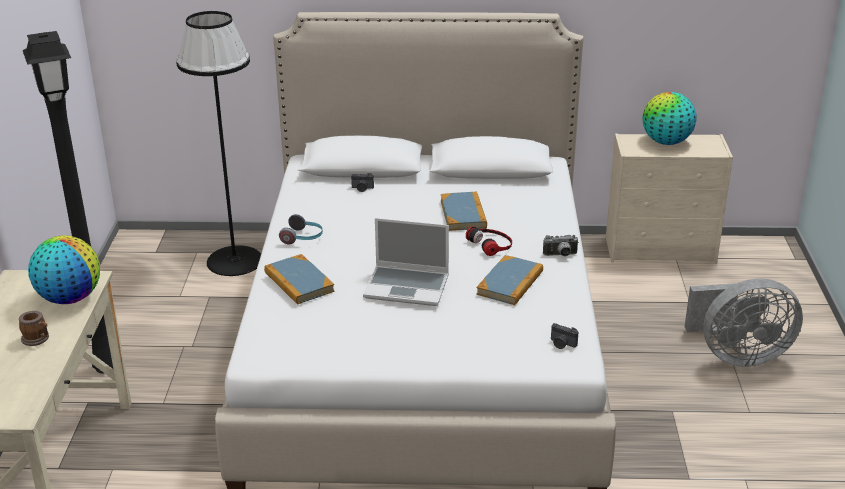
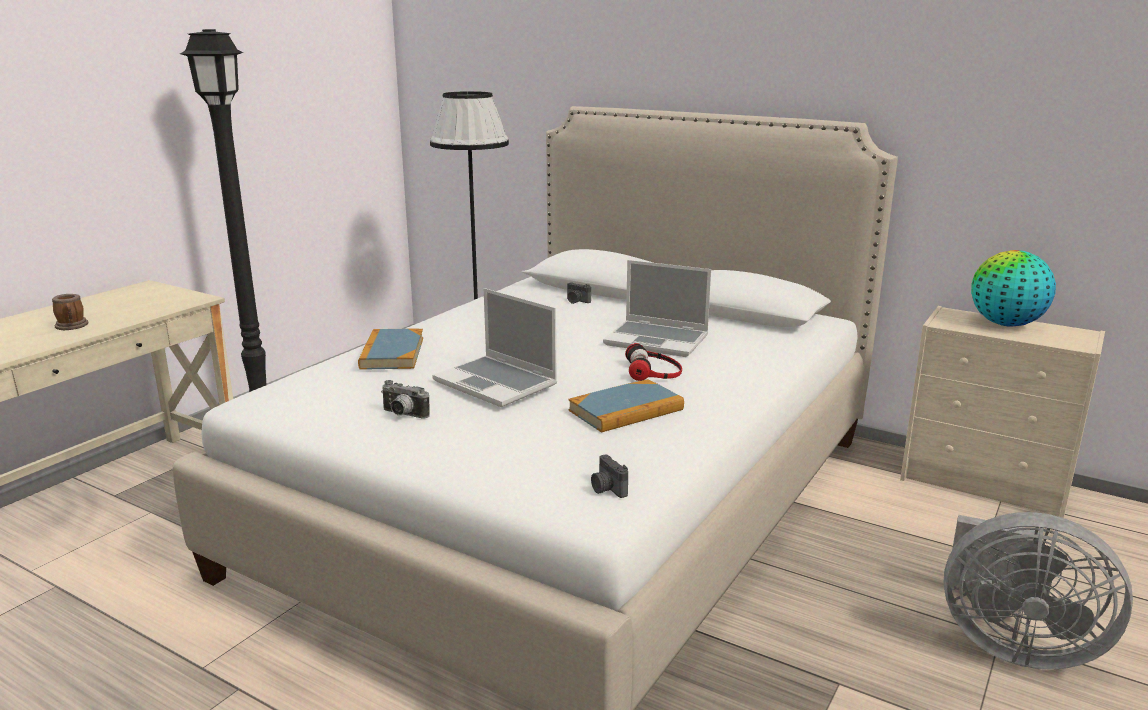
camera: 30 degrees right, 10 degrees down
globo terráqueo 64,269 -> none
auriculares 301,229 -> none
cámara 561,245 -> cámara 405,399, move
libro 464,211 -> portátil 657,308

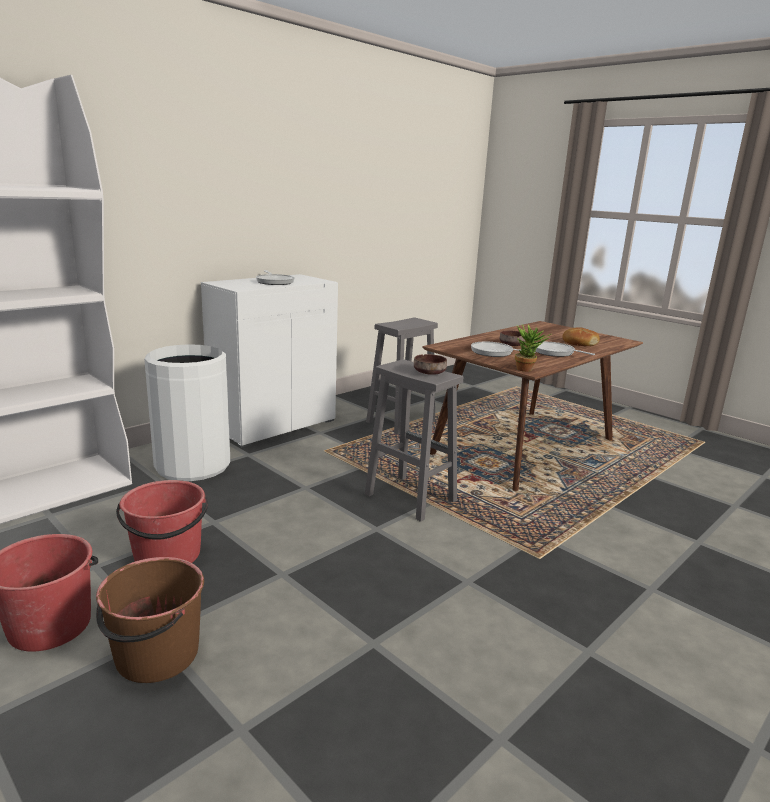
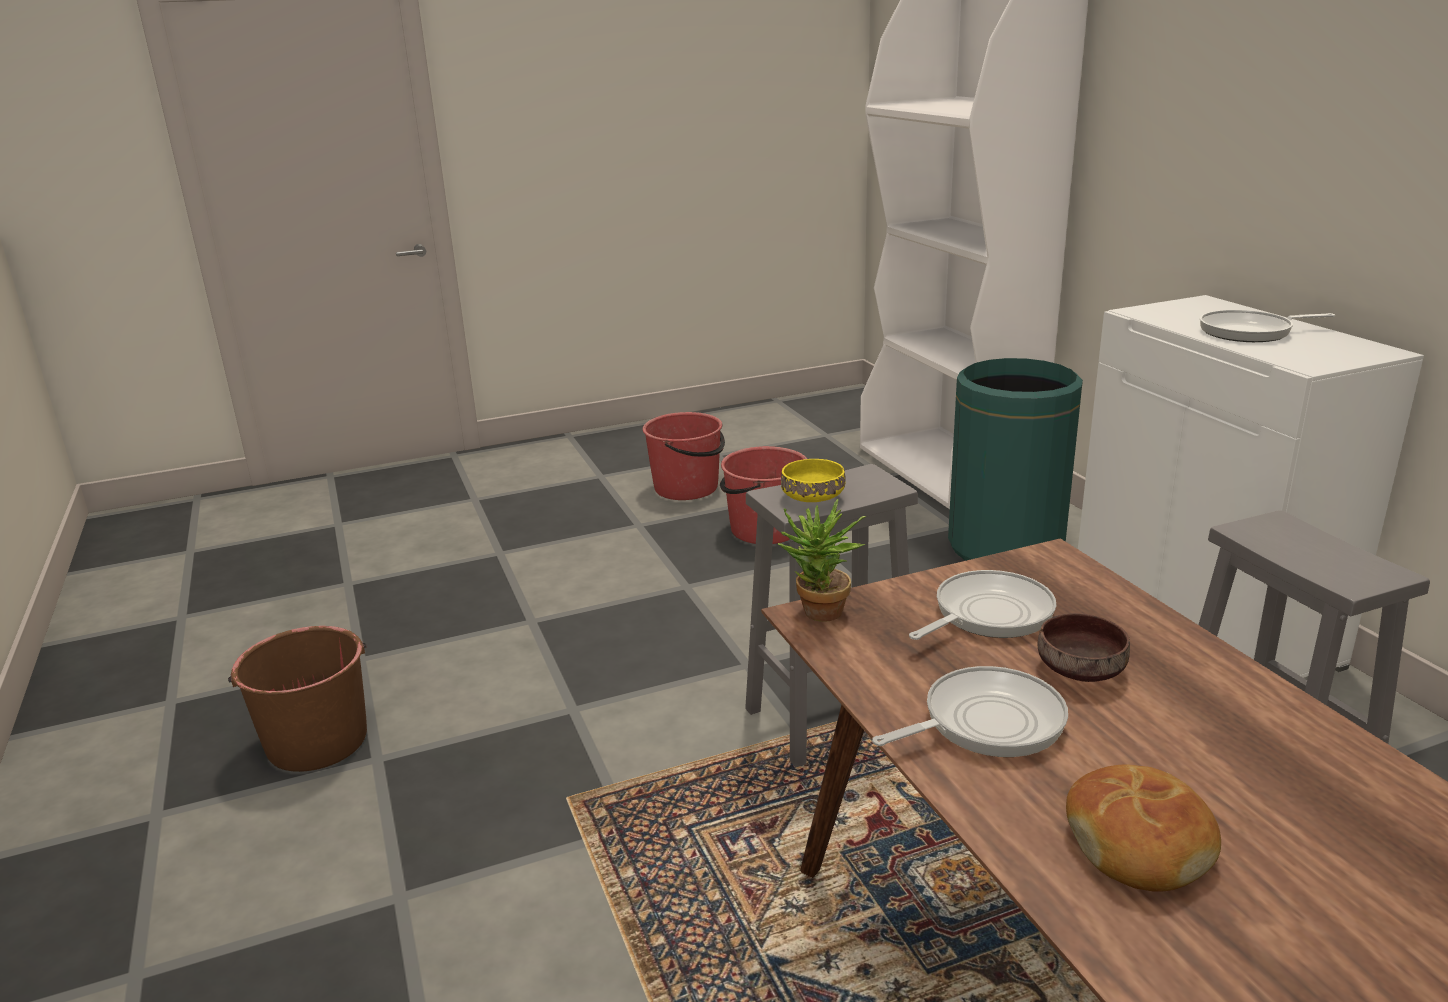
camera: 115 degrees right, 5 degrees up
cubo [marrón] 150,620 -> cubo [marrón] 297,699, move
papelera [blanco] 187,412 -> papelera [verde] 1015,459
cuenco [marrón] 430,364 -> cuenco [amarillo] 813,480

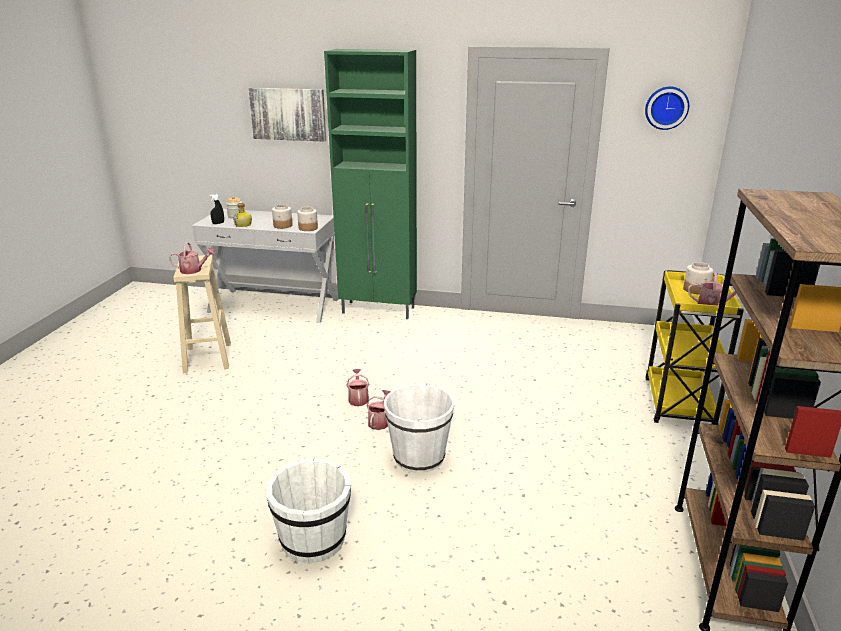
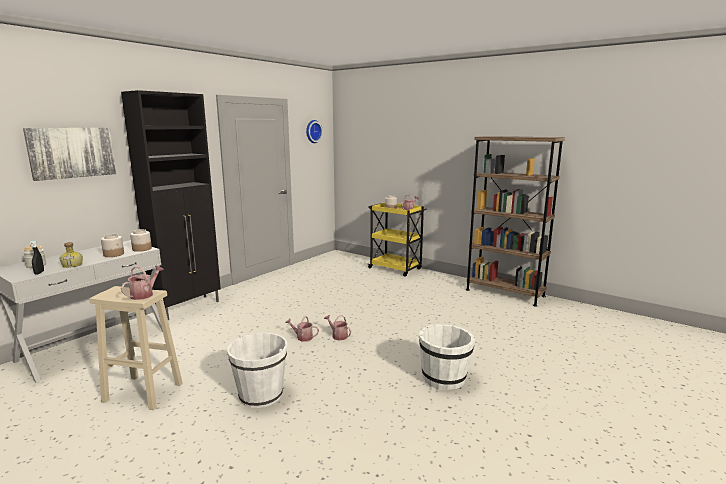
camera: 65 degrees left, 10 degrees down
cubo [blanco] 419,427 -> cubo [blanco] 257,370, move
armario [verde] 370,184 -> armario [negro] 171,205

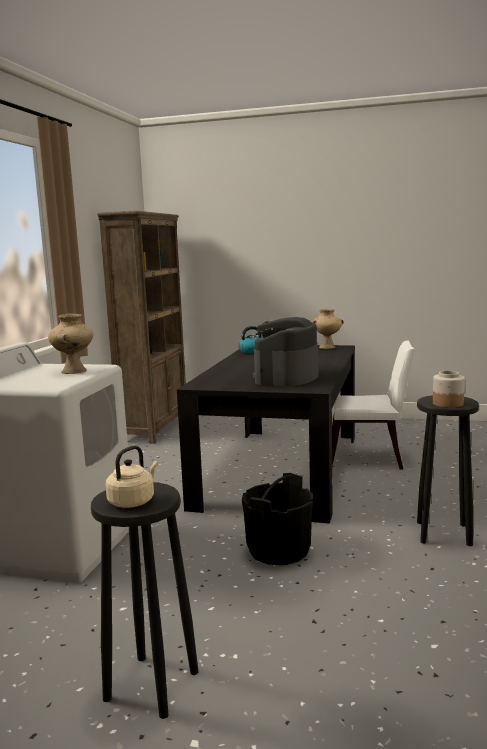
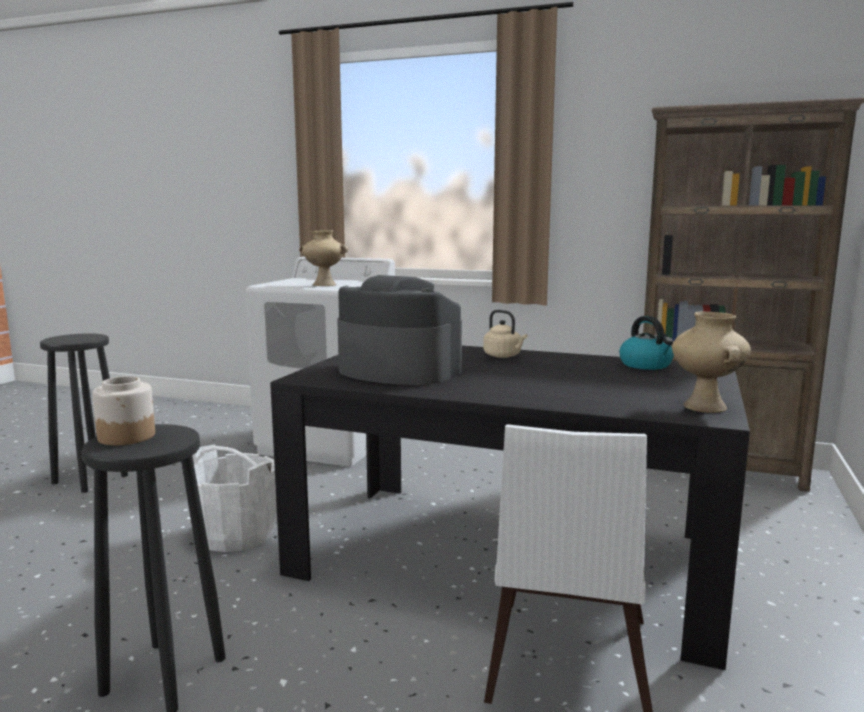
camera: 95 degrees right, 0 degrees up
hervidor [beis] 132,476 -> hervidor [beis] 505,334, move
cubo [negro] 277,519 -> cubo [blanco] 234,498

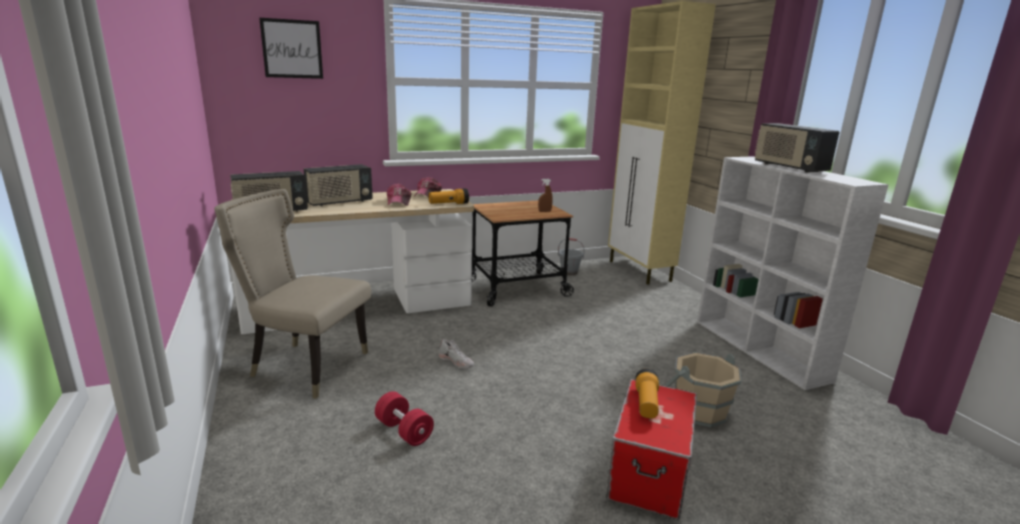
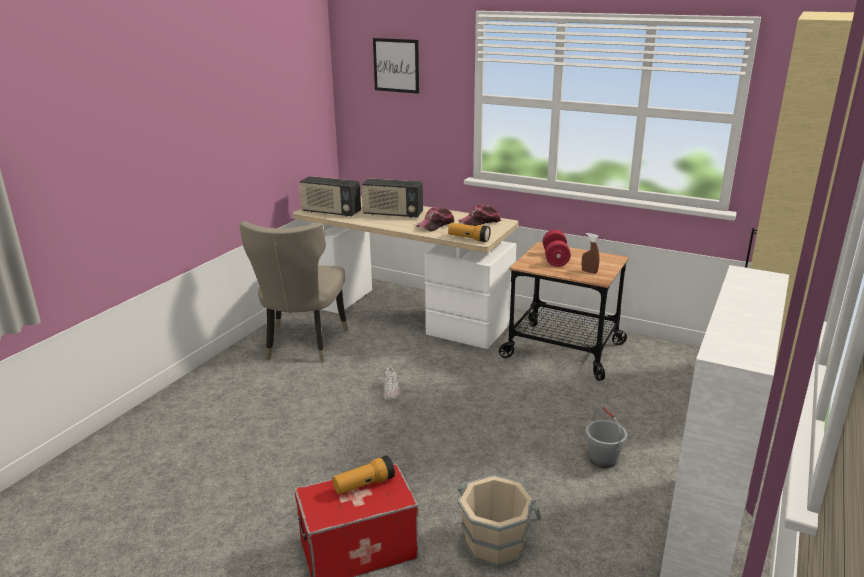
camera: 50 degrees right, 5 degrees up
radio 797,148 -> none
mancuerna [rojo] 404,418 -> mancuerna [rojo] 557,248, move
cubo [gris] 571,256 -> cubo [gris] 606,437, move
silla [beis] 292,294 -> silla [beis] 293,292, 150 degrees counterclockwise

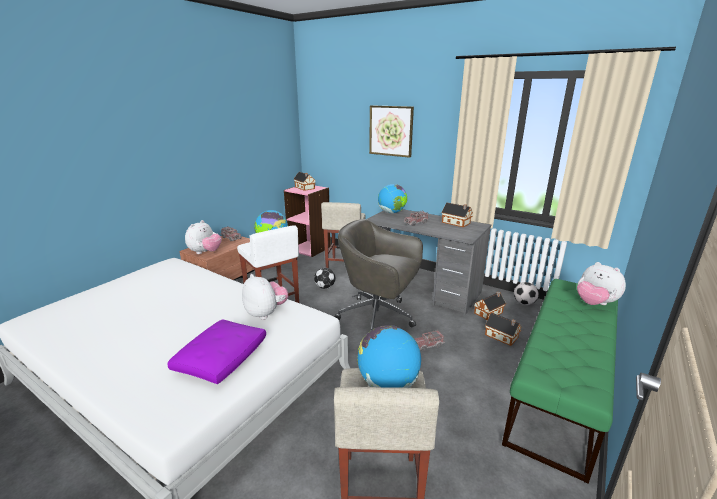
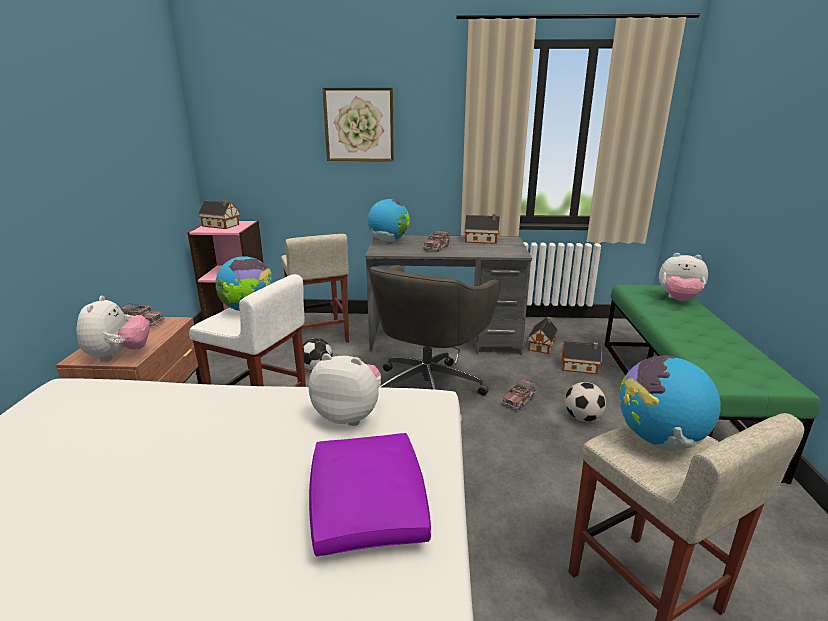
camera: 30 degrees left, 0 degrees up
balón de fútbol 526,293 -> balón de fútbol 585,402, move
silla de oficina [gris] 379,274 -> silla de oficina [gris] 434,330, 60 degrees counterclockwise

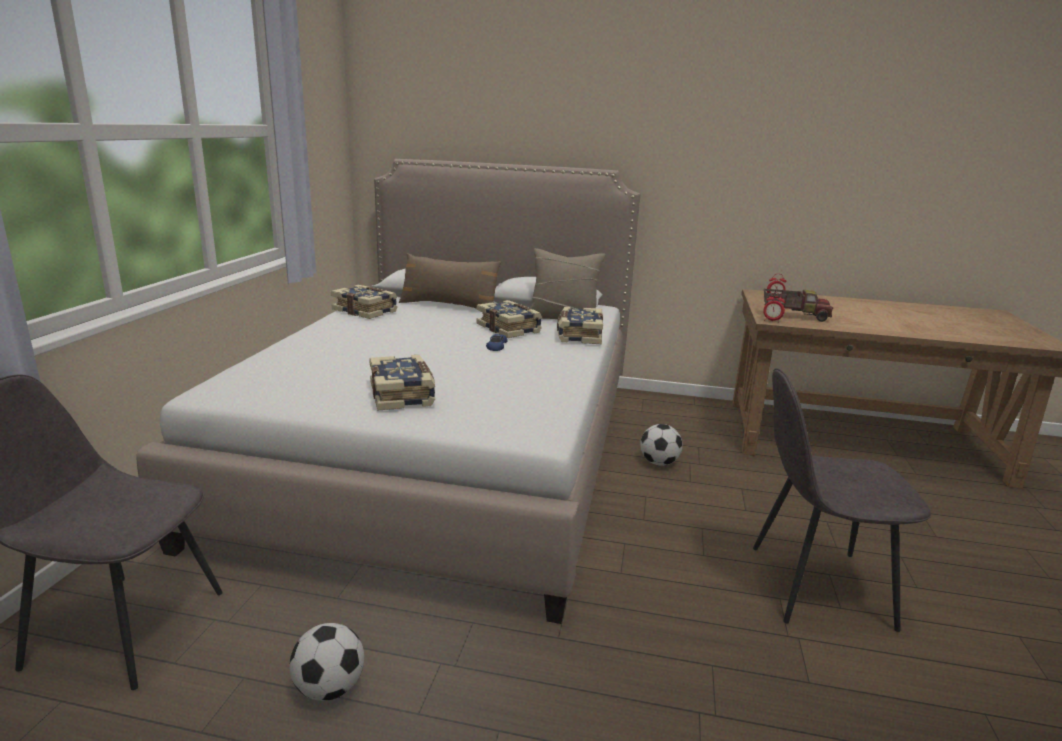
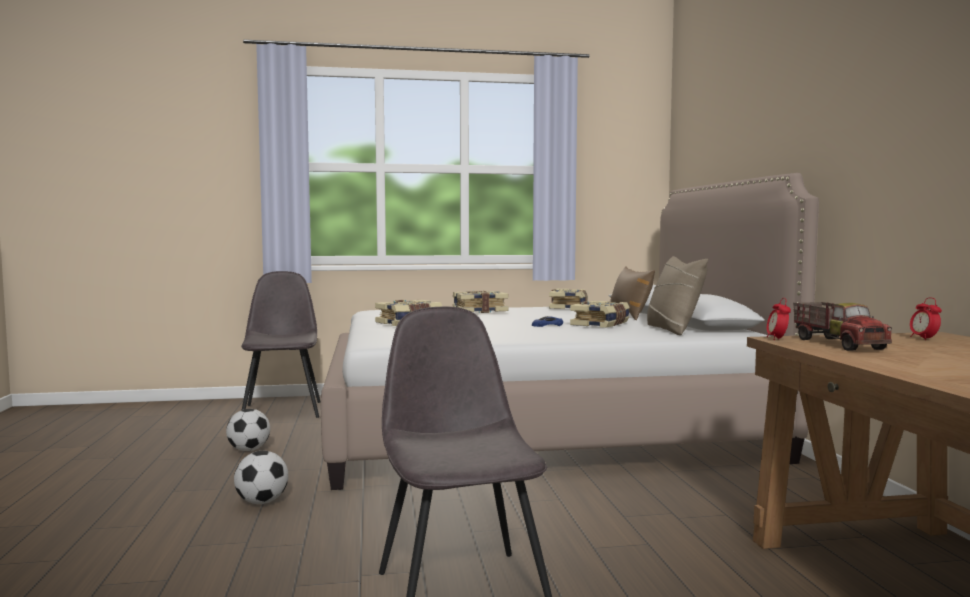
camera: 70 degrees right, 15 degrees down
libro 580,325 -> libro 480,301, move
balón de fútbol 661,445 -> balón de fútbol 261,477, move

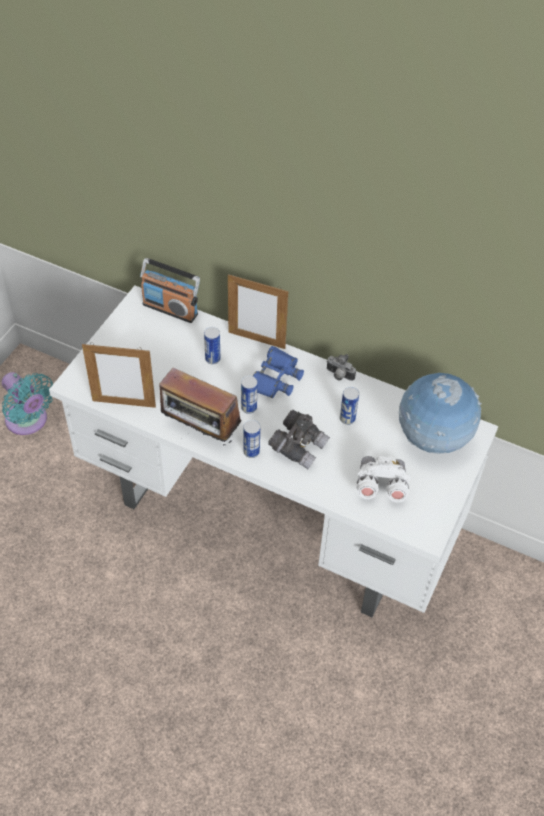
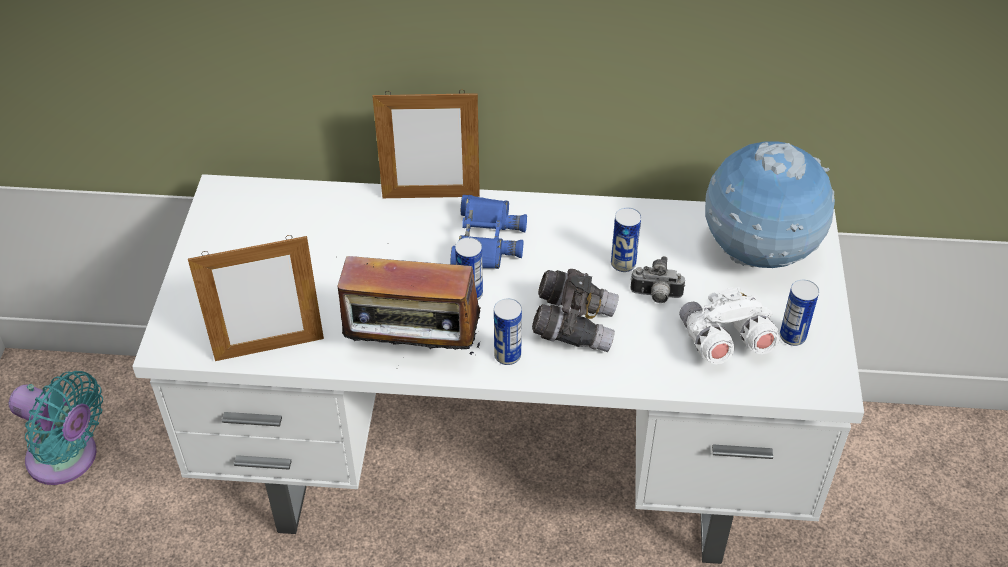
camera: 20 degrees left, 5 degrees down
radio 170,290 -> none
lata 212,345 -> lata 799,313, move
cámara 341,367 -> cámara 657,279, move

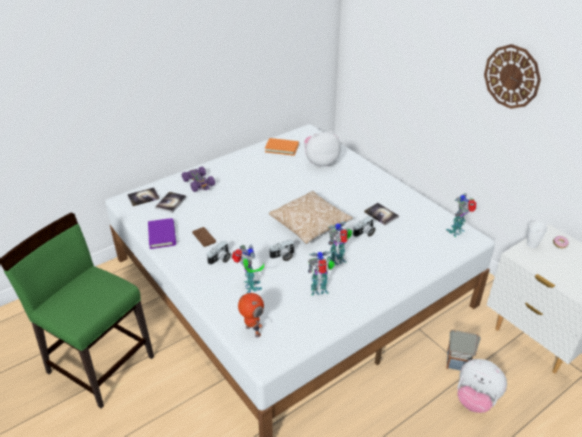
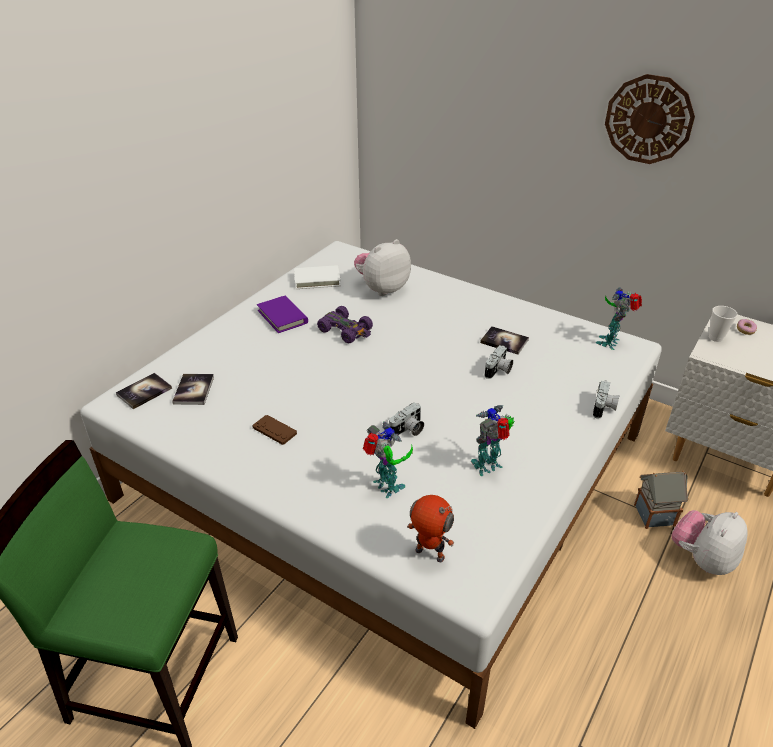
camera: 20 degrees left, 0 degrees up
cojín 311,217 -> none
robot de juguete 340,243 -> none
libro [morado] 162,233 -> libro [morado] 282,314, move
coche de juguete [morado] 198,179 -> coche de juguete [morado] 345,325, move
cámara 219,253 -> cámara 606,399, move
libro [naranja] 282,147 -> libro [blanco] 317,277
peluche 482,386 -> peluche 709,542, 120 degrees clockwise

